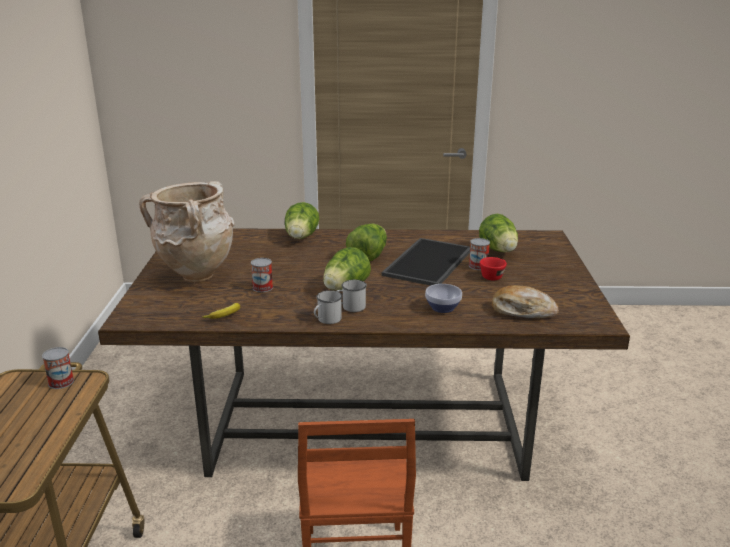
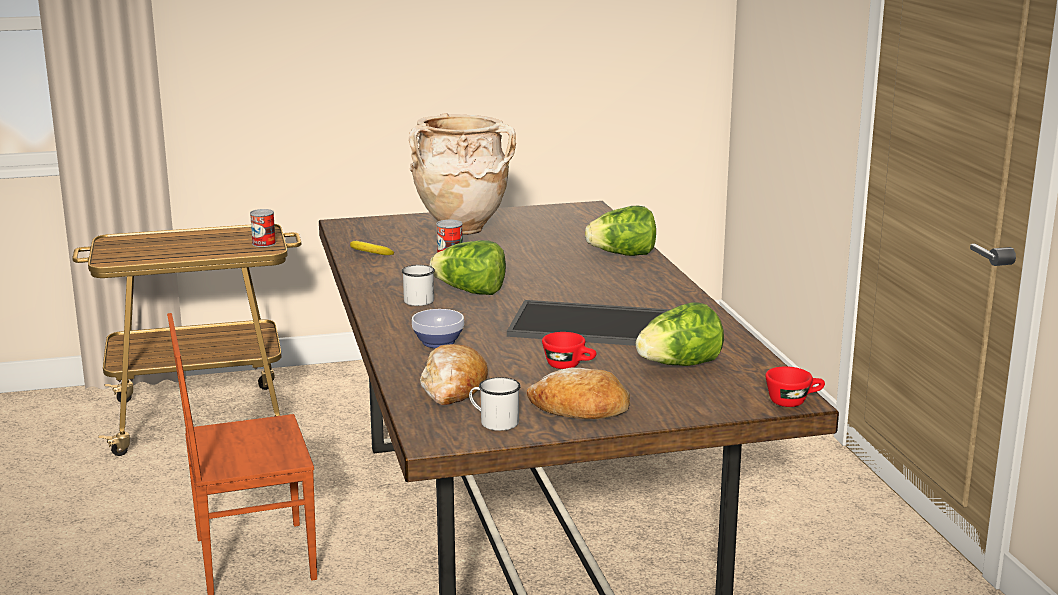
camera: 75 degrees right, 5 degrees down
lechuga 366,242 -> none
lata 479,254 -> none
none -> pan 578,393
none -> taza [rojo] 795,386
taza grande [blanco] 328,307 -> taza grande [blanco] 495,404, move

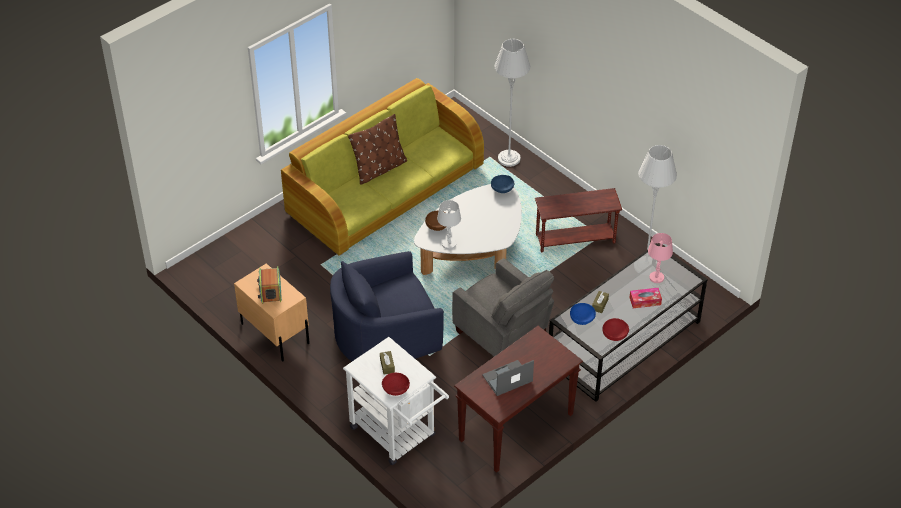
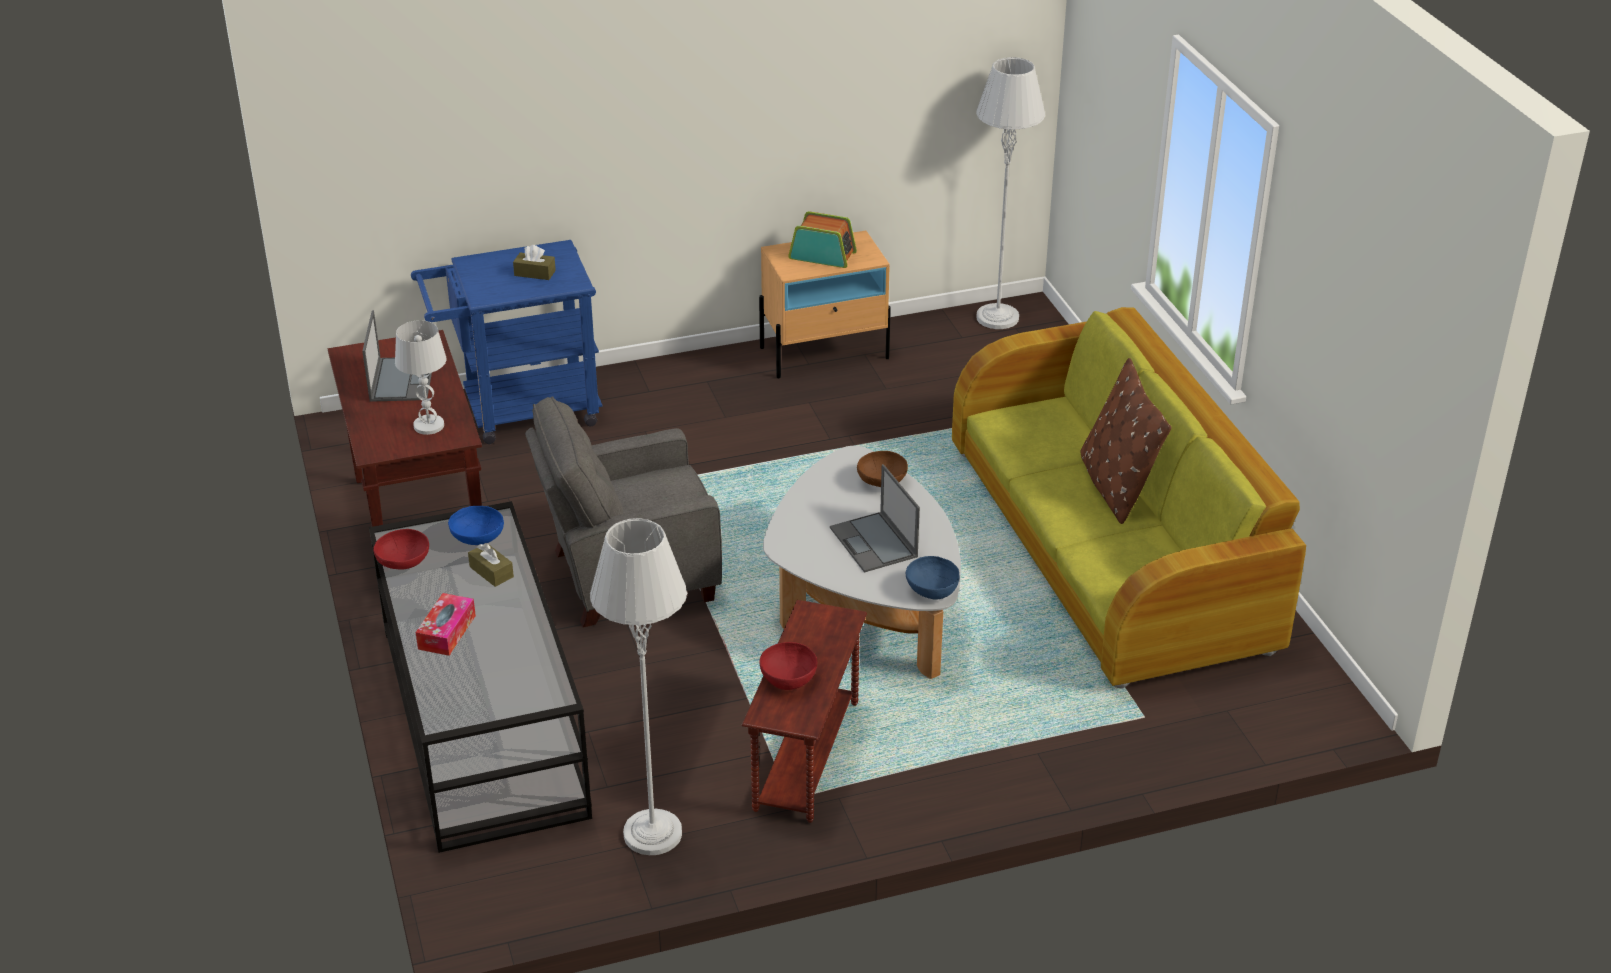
camera: 115 degrees right, 10 degrees down
sillón [azul] 387,306 -> none
lámpara de mesa [rosa] 660,258 -> none
none -> portátil 875,518
cuenco [rojo] 396,384 -> cuenco [rojo] 788,666, move
lámpara de mesa [blanco] 449,224 -> lámpara de mesa [blanco] 421,377, move
lámpara de pie [gris] 512,103 -> lámpara de pie [gris] 1010,193, move
carrito [blanco] 396,401 -> carrito [azul] 506,342

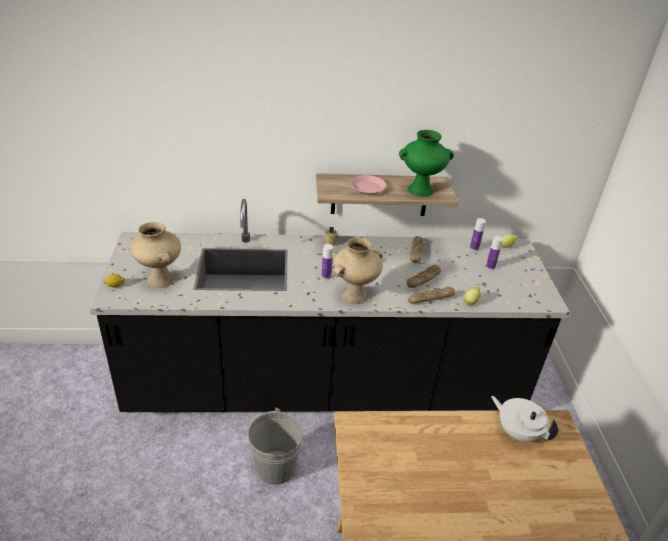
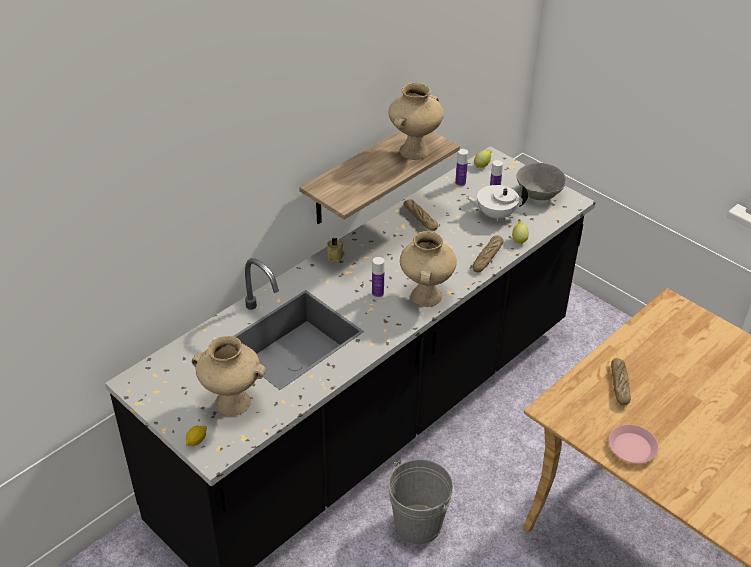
camera: 40 degrees left, 5 degrees up
none -> cuenco [gris] 541,181
plato [rosa] 368,185 -> plato [rosa] 633,444, move
pan 424,276 -> pan 621,382, move
tetera [blanco] 524,419 -> tetera [blanco] 496,203, move
florero [verde] 426,163 -> florero [beis] 416,121

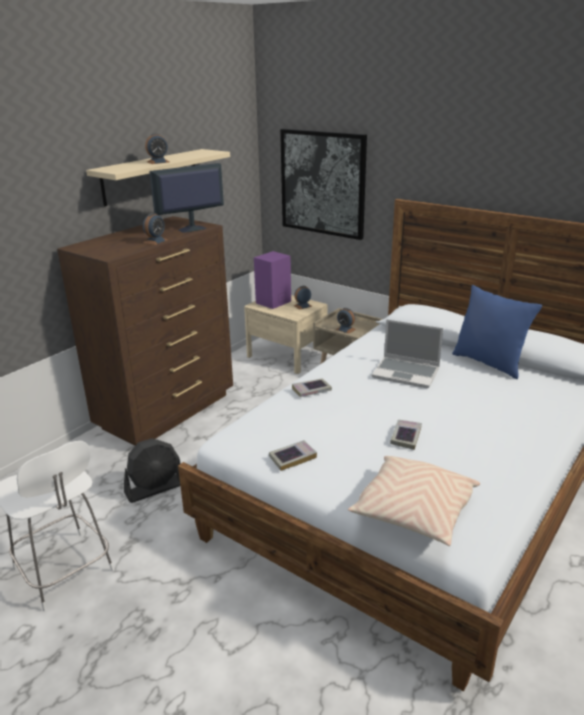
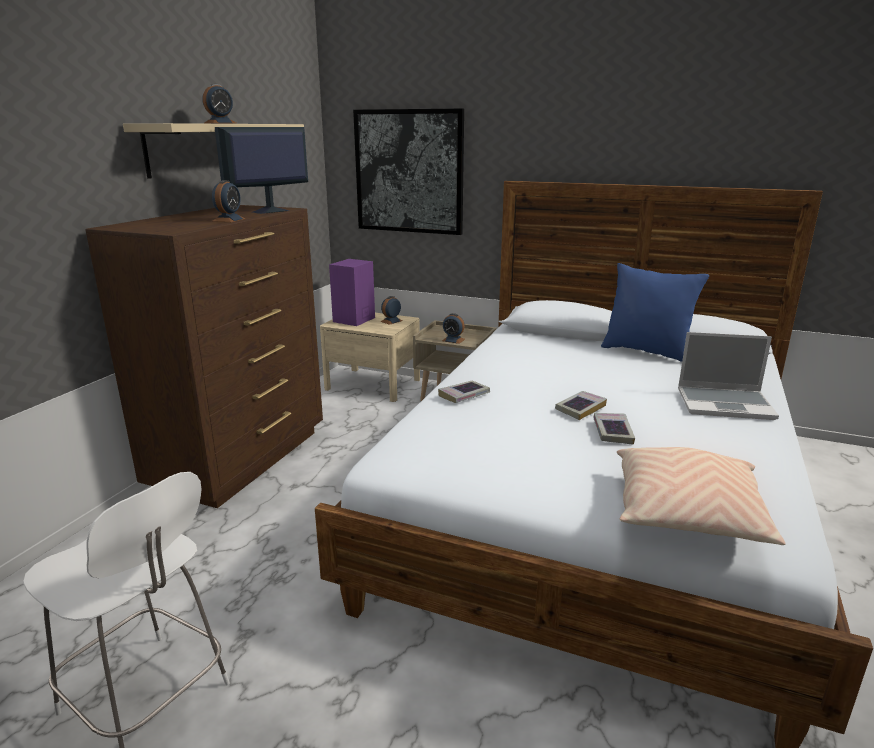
camera: 15 degrees left, 5 degrees down
ventilador [negro] 152,470 -> none
libro 293,455 -> libro 581,405, move
portátil 407,353 -> portátil 728,376, move

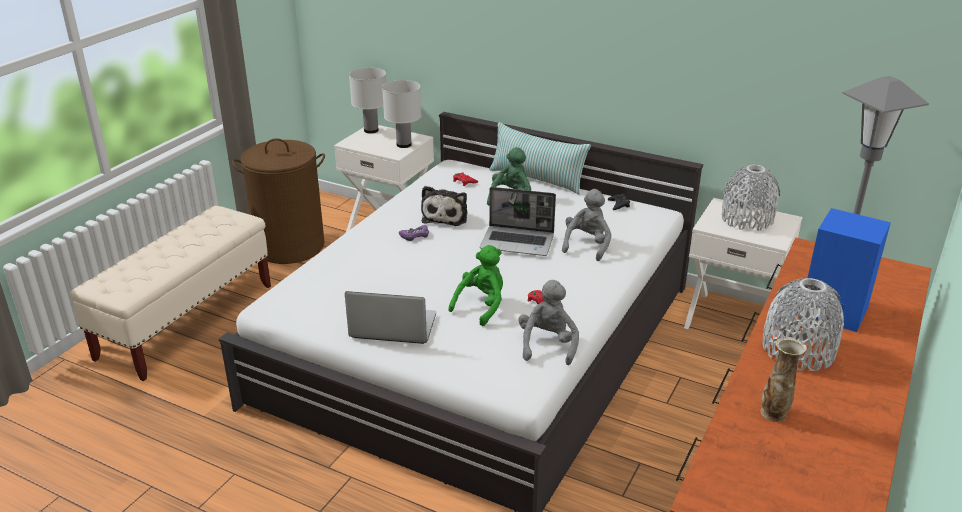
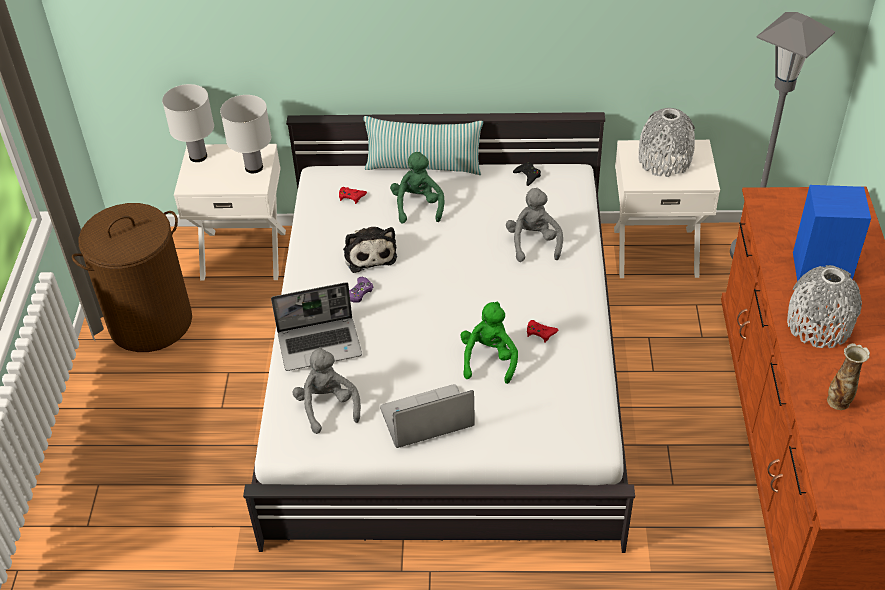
camera: 25 degrees left, 15 degrees up
banco [beis] 170,293 -> none
portátil 518,221 -> portátil 316,326, move
peluche [gris] 548,322 -> peluche [gris] 327,390, move

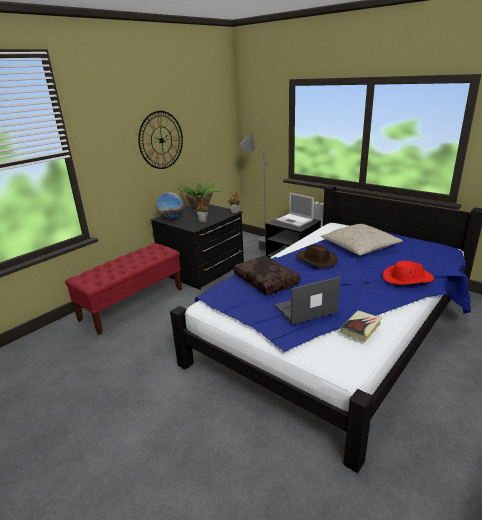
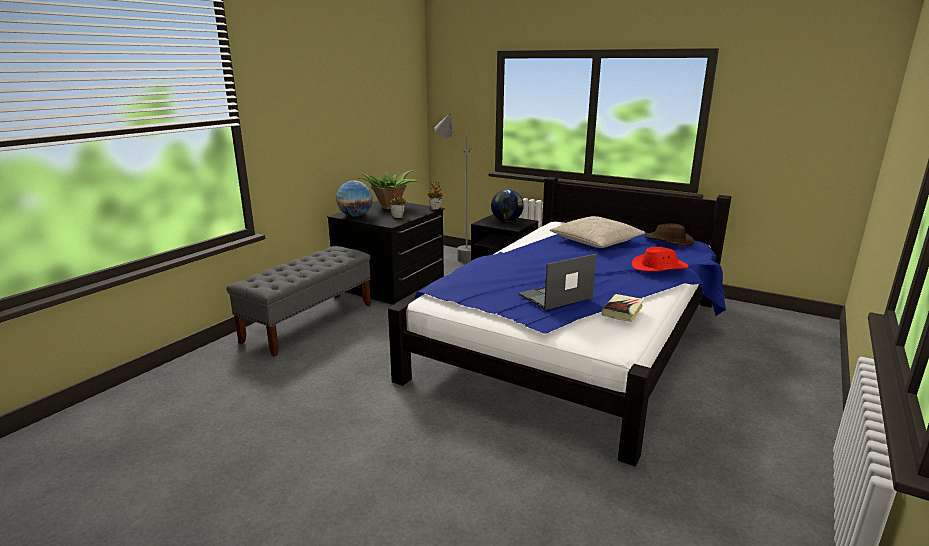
camera: 10 degrees left, 5 degrees down
reloj de pared 160,140 -> none
cojín [marrón] 267,276 -> none
sombrero [marrón] 317,256 -> sombrero [marrón] 669,234, move
portátil 294,210 -> globo terráqueo 507,205
banco [rojo] 123,289 -> banco [gris] 298,301

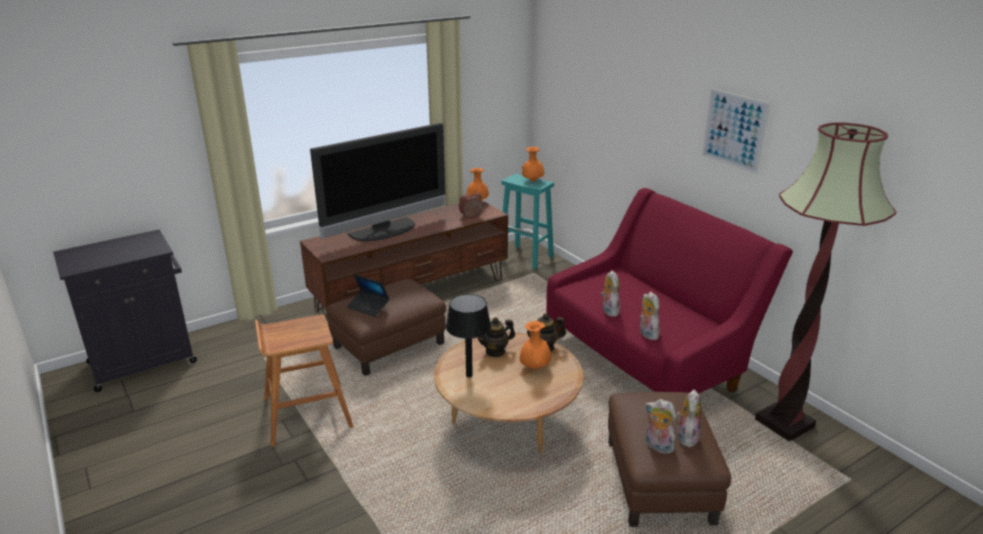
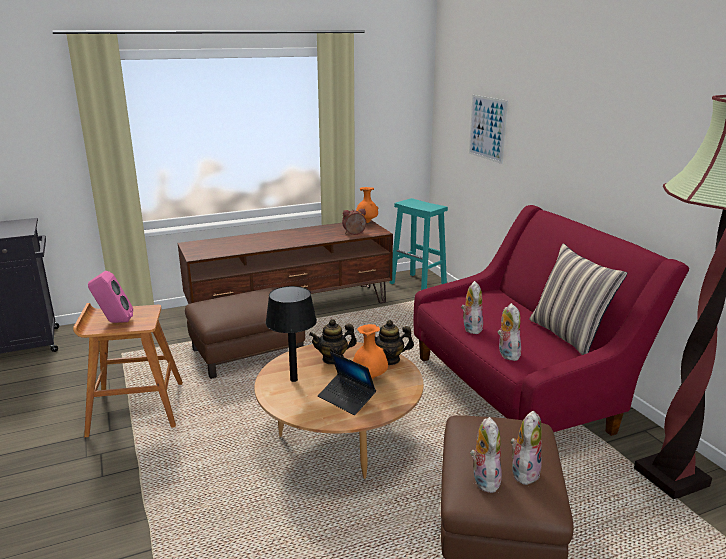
camera: 10 degrees right, 5 degrees down
televisor 377,182 -> none
florero [naranja] 533,164 -> none
none -> altavoz [rosa] 110,297
none -> cojín 578,299
portátil 368,295 -> portátil 347,383, move
cuadro 736,131 -> cuadro 488,129, move
peluche 660,426 -> peluche 486,455, 45 degrees clockwise

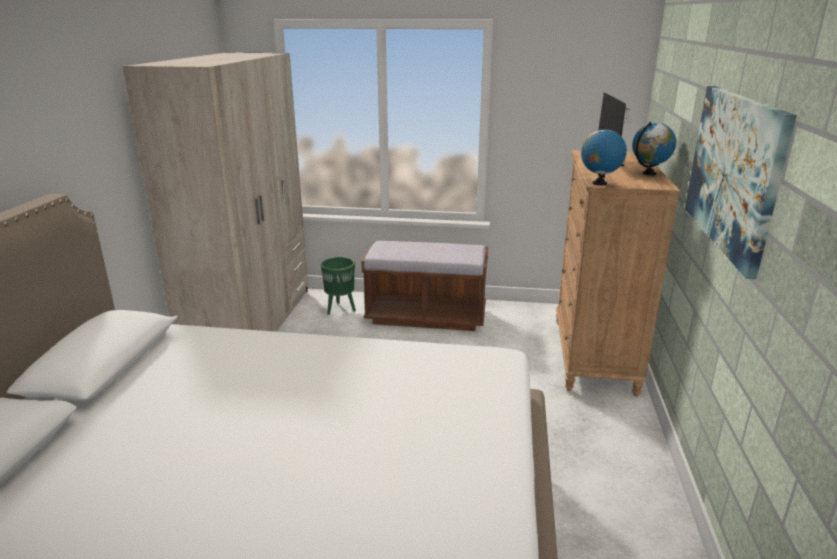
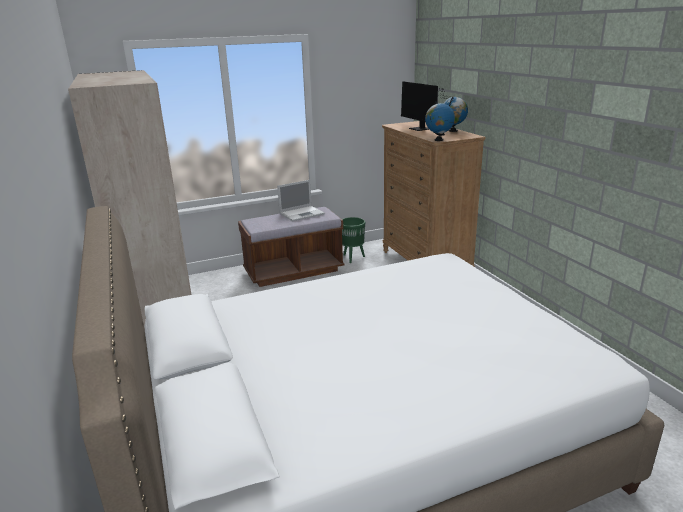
camera: 30 degrees left, 0 degrees up
cuadro 741,183 -> none
none -> portátil 301,200
maceta [verde] 338,286 -> maceta [verde] 353,240, move

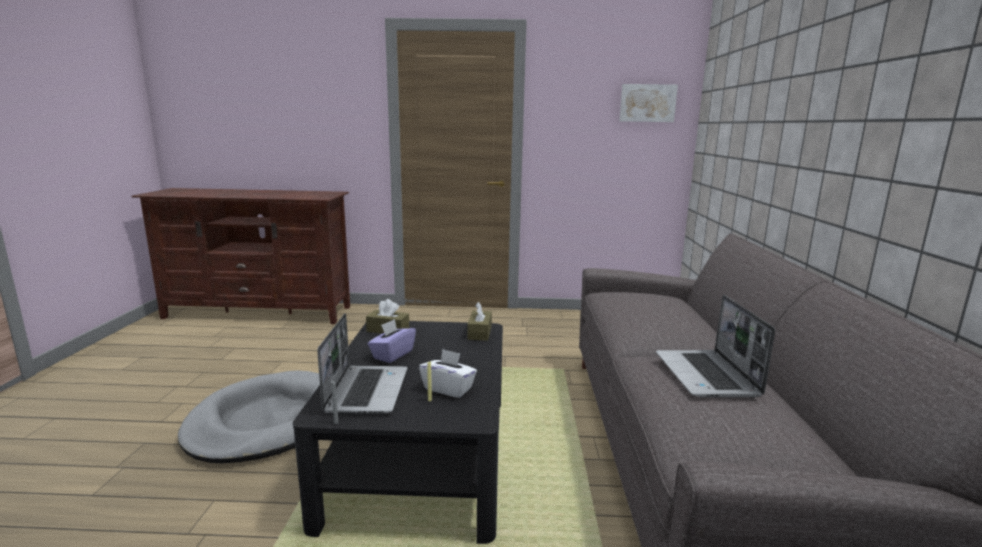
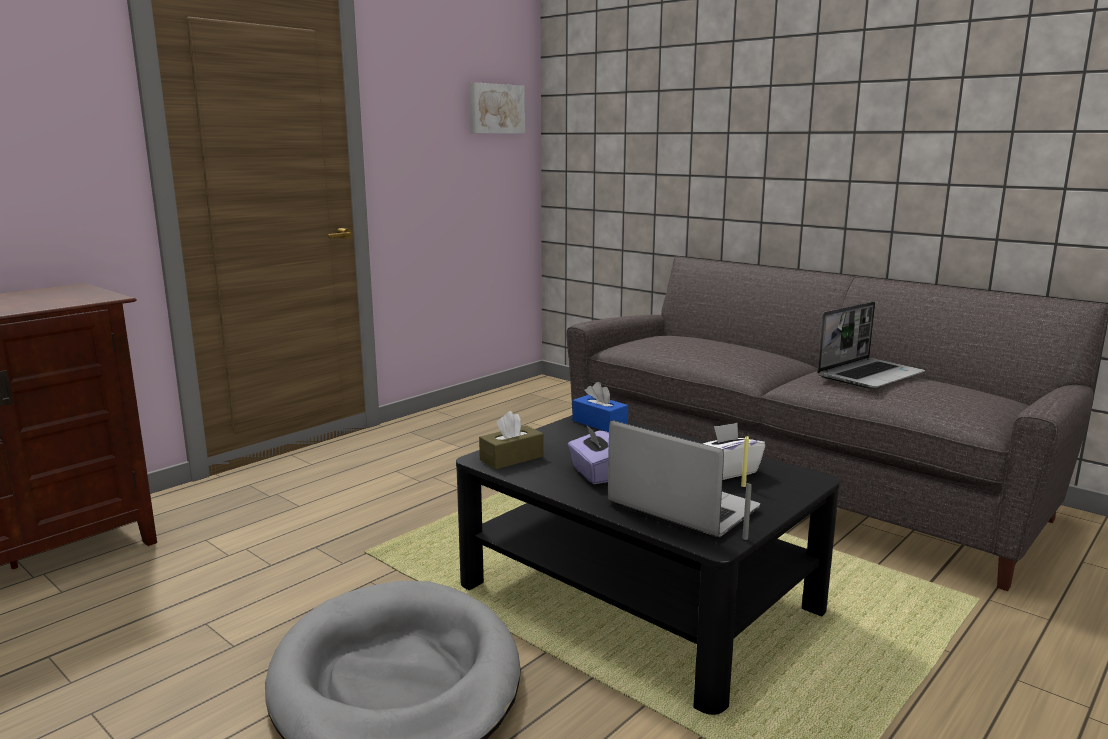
camera: 50 degrees left, 0 degrees up
caja de pañuelos [marrón] 480,321 -> caja de pañuelos [azul] 600,407
portátil 715,346 -> portátil 871,345, 75 degrees counterclockwise

